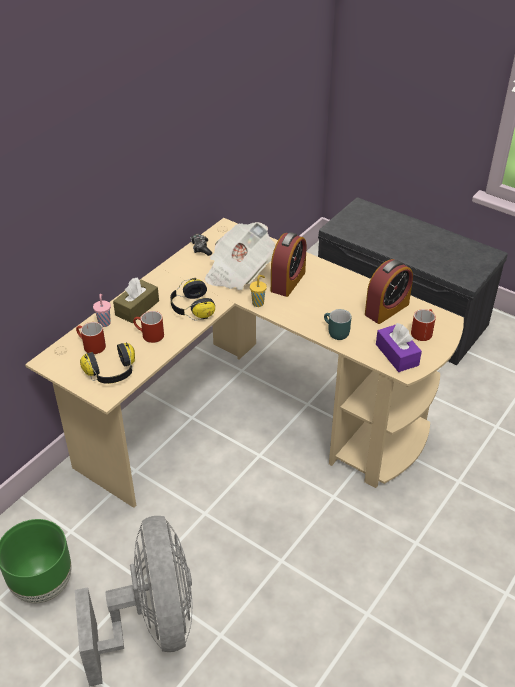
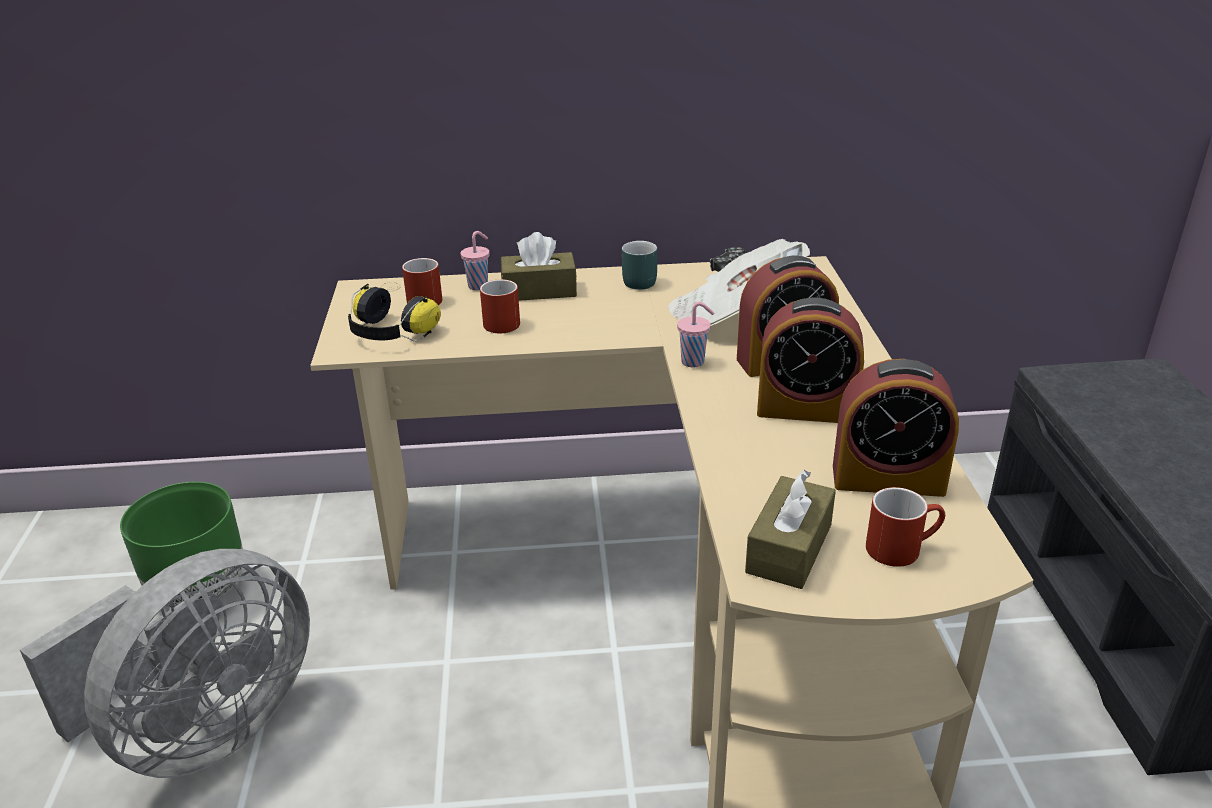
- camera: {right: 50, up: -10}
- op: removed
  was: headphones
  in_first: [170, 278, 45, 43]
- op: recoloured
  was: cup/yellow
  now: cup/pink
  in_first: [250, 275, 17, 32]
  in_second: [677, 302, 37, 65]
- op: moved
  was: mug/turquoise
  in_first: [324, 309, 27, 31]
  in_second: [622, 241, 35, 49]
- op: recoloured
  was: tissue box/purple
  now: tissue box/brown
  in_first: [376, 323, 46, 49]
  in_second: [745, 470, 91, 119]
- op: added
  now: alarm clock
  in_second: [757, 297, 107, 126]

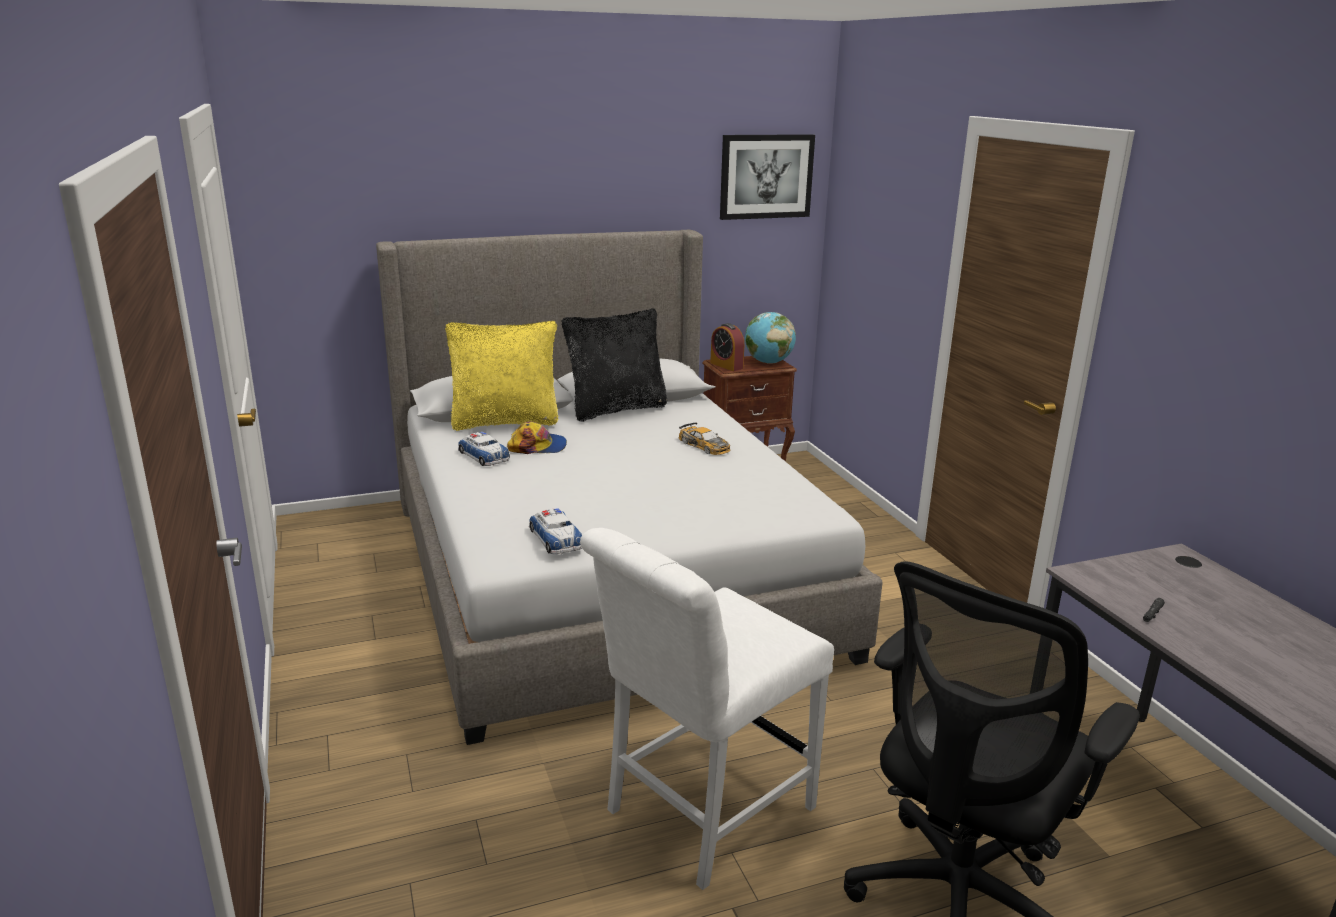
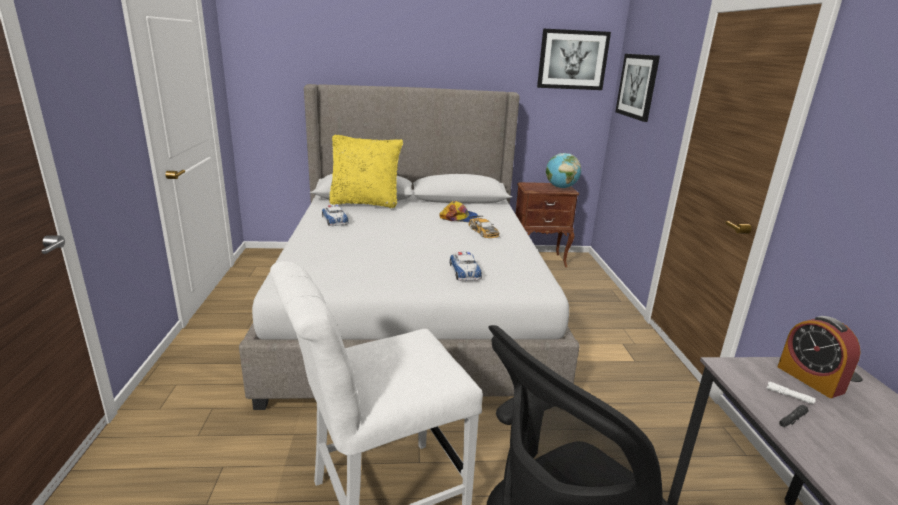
- camera: {right: 15, up: 0}
- op: moved
  was: cap
  in_first: [507, 421, 60, 33]
  in_second: [439, 201, 39, 21]
- op: moved
  was: toy car
  in_first: [529, 509, 53, 45]
  in_second: [449, 252, 33, 29]
- op: removed
  was: pillow/black
  in_first: [561, 309, 106, 113]
- op: moved
  was: alarm clock
  in_first: [710, 323, 34, 48]
  in_second: [777, 316, 84, 82]
- op: added
  now: picture
  in_second: [615, 54, 45, 68]
- op: added
  now: flashlight/white
  in_second: [766, 381, 50, 23]

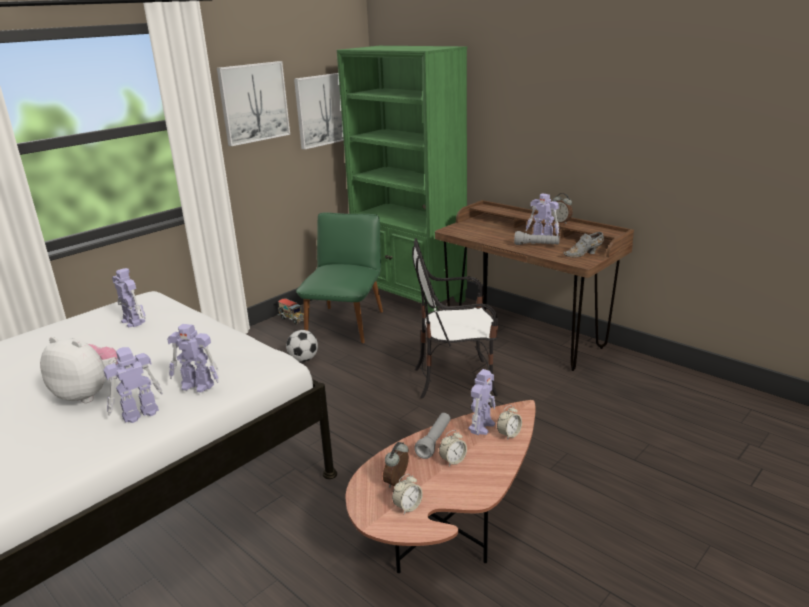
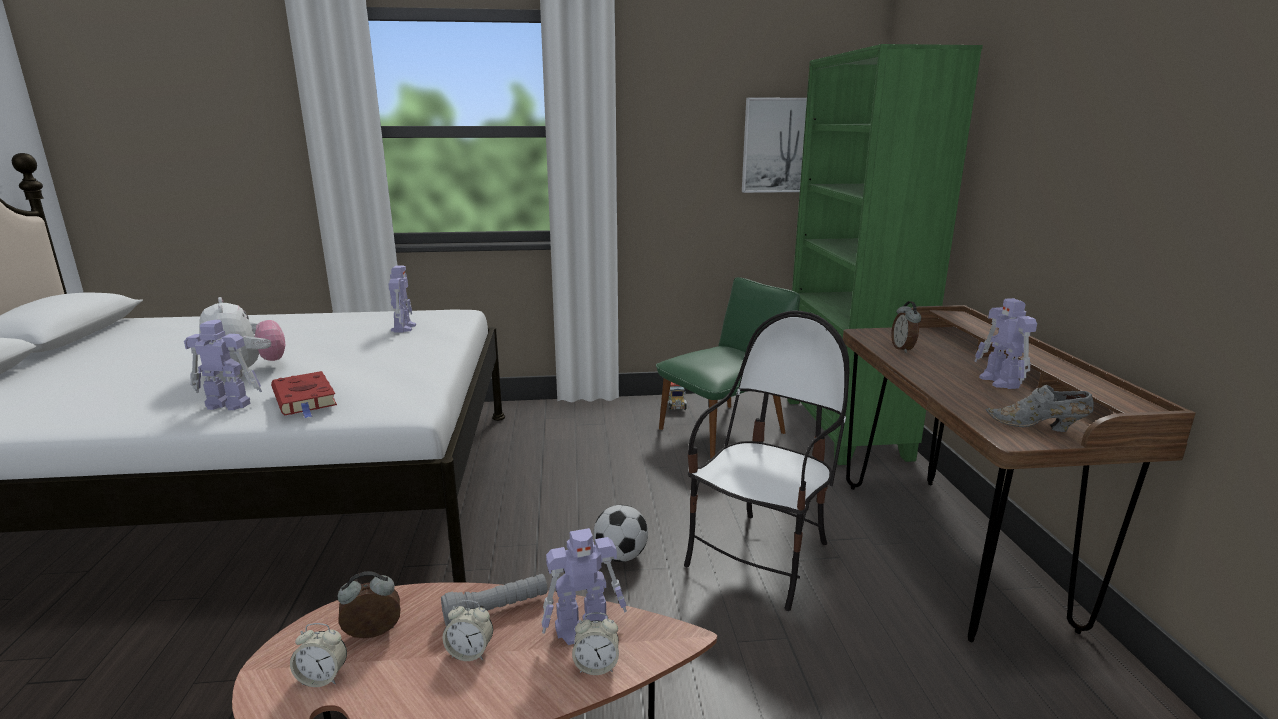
- camera: {right: 40, up: -5}
- op: replaced
  was: toy robot
  now: book/red
  in_first: [167, 324, 52, 69]
  in_second: [271, 371, 66, 47]
- op: removed
  was: picture
  in_first: [217, 61, 73, 85]
- op: moved
  was: football
  in_first: [286, 330, 32, 32]
  in_second: [594, 505, 54, 57]
- op: turned
  was: chair
  in_first: [412, 238, 86, 160]
  in_second: [684, 310, 165, 301]
  clockwise: 90
- op: removed
  was: flashlight/grey
  in_first: [514, 231, 46, 14]
- op: moved
  was: alarm clock
  in_first: [552, 193, 21, 31]
  in_second: [891, 301, 30, 52]

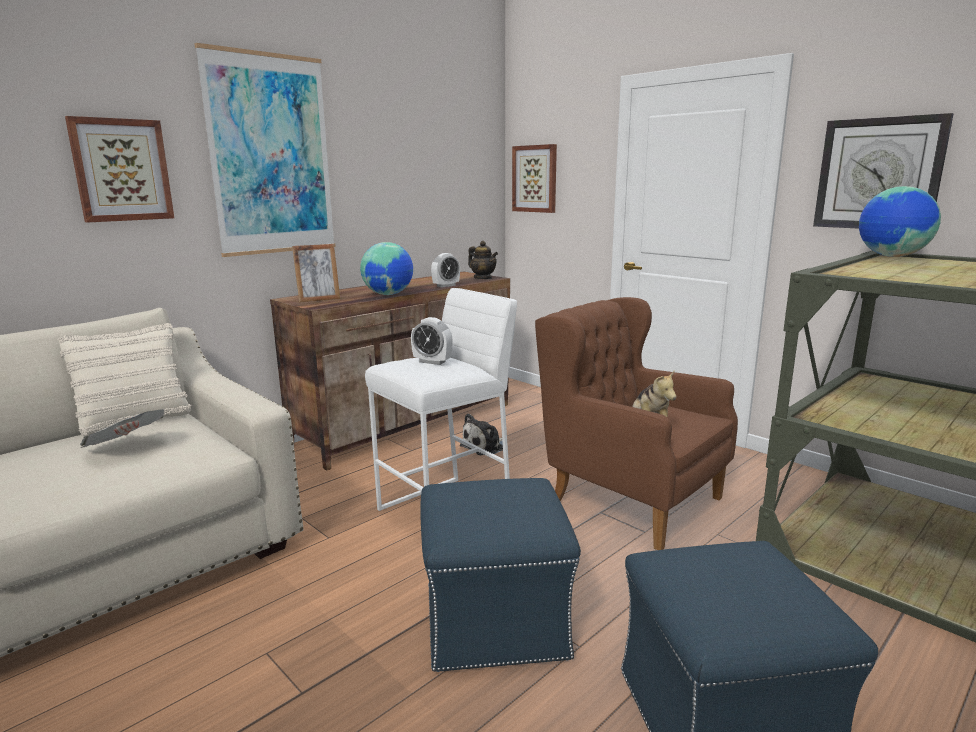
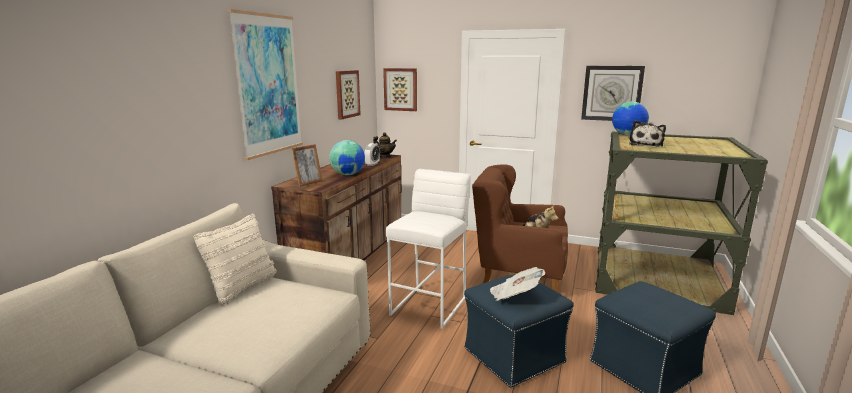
- camera: {right: -25, up: 0}
- op: moved
  was: picture
  in_first: [65, 116, 109, 107]
  in_second: [336, 70, 25, 50]
- op: moved
  was: newspaper
  in_first: [80, 409, 85, 39]
  in_second: [490, 267, 55, 34]
- op: removed
  was: alarm clock
  in_first: [411, 317, 42, 48]
- op: moved
  was: plush toy
  in_first: [460, 413, 43, 42]
  in_second: [629, 120, 37, 27]

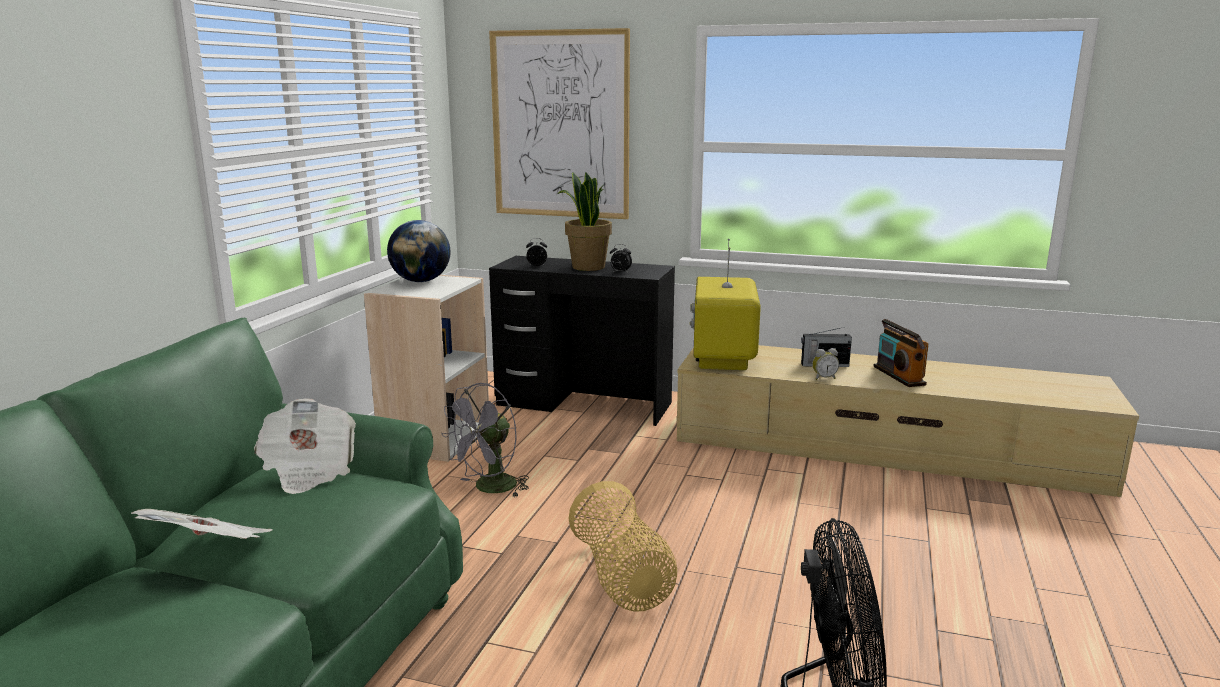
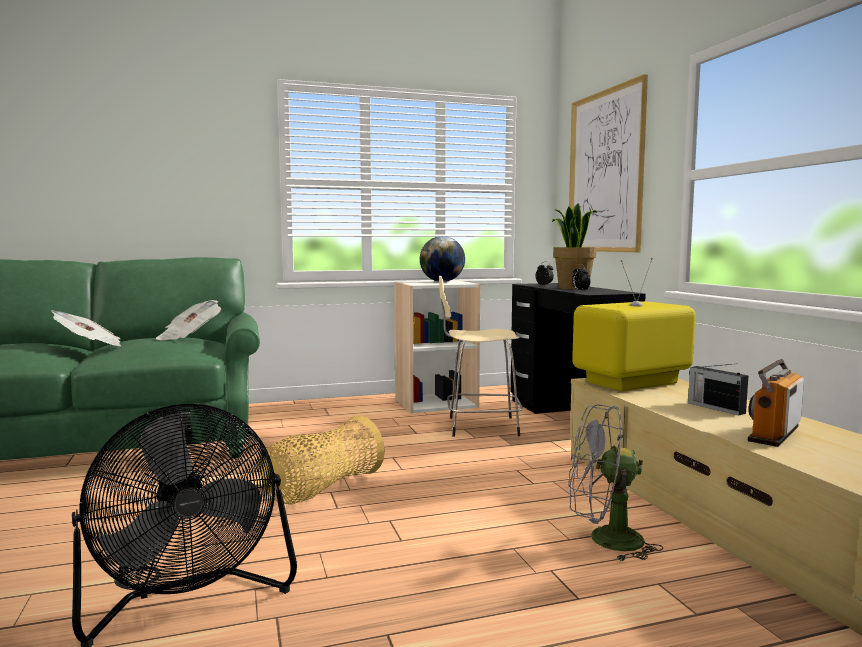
- camera: {right: 55, up: -10}
- op: moved
  was: fan/grey
  in_first: [441, 383, 88, 114]
  in_second: [568, 404, 95, 158]
- op: removed
  was: alarm clock
  in_first: [812, 348, 27, 32]
- op: added
  now: stool/beige
  in_second: [439, 276, 84, 161]

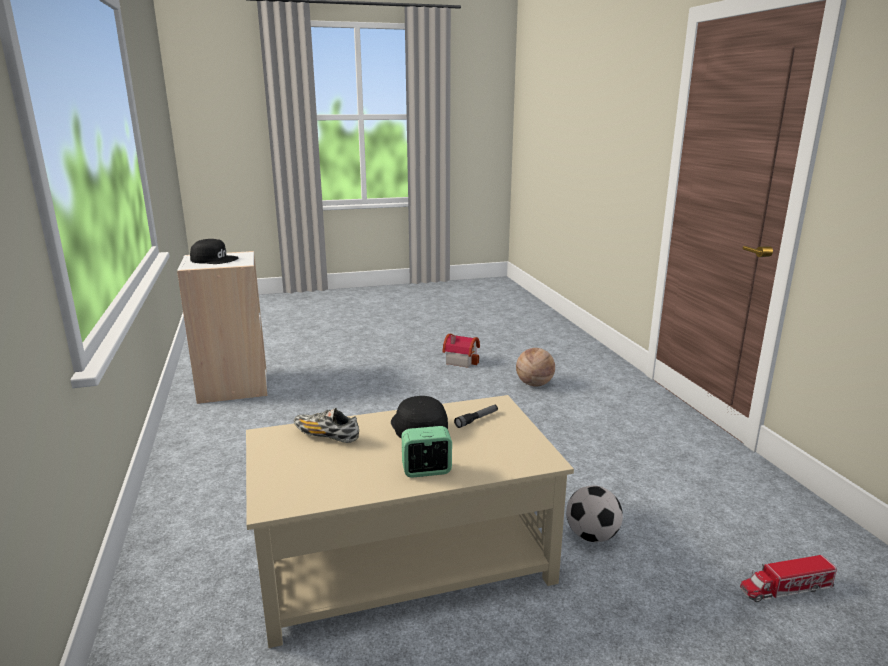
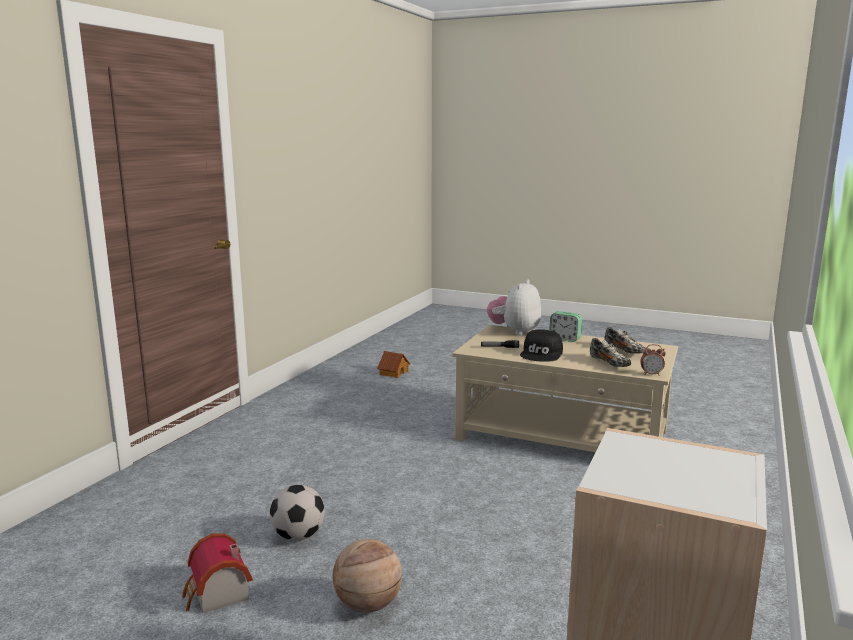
- camera: {right: -140, up: -5}
- op: removed
  was: cap/black
  in_first: [190, 239, 48, 25]
- op: moved
  was: basketball
  in_first: [516, 348, 39, 39]
  in_second: [333, 539, 69, 74]
- op: moved
  was: football
  in_first: [566, 485, 57, 57]
  in_second: [270, 485, 55, 56]
- op: replaced
  was: toy truck
  now: toy house
  in_first: [740, 555, 97, 47]
  in_second: [377, 351, 33, 27]
- op: added
  now: plush toy
  in_second: [487, 279, 54, 56]
- op: added
  now: shoe
  in_second: [604, 327, 41, 27]
- op: added
  now: alarm clock
  in_second: [640, 344, 26, 32]

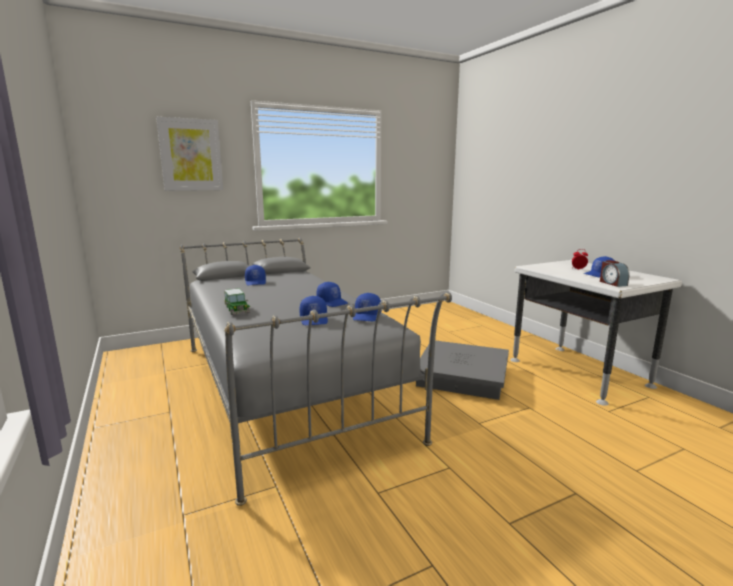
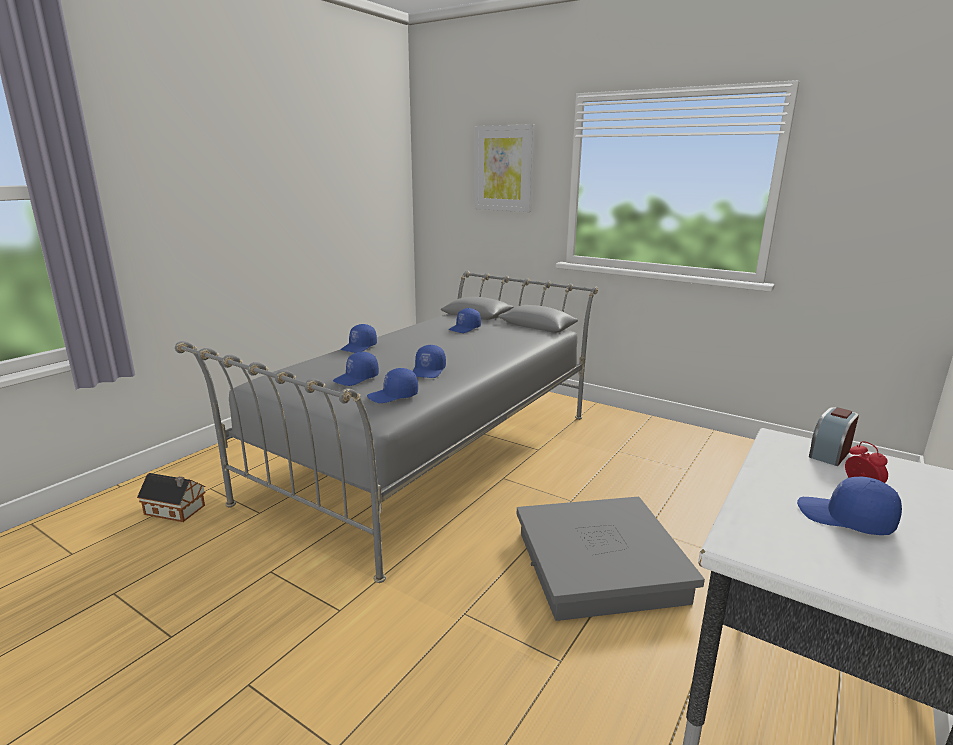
- camera: {right: 60, up: 5}
- op: replaced
  was: toy car
  now: cap/blue
  in_first: [224, 288, 26, 27]
  in_second: [341, 324, 36, 29]
- op: moved
  was: alarm clock
  in_first: [600, 260, 30, 27]
  in_second: [809, 407, 50, 59]
- op: added
  now: toy house
  in_second: [137, 473, 69, 49]

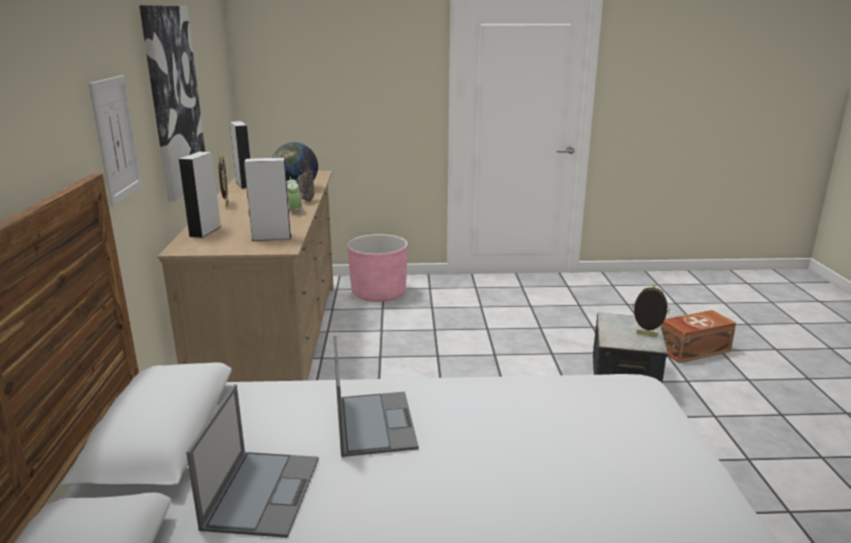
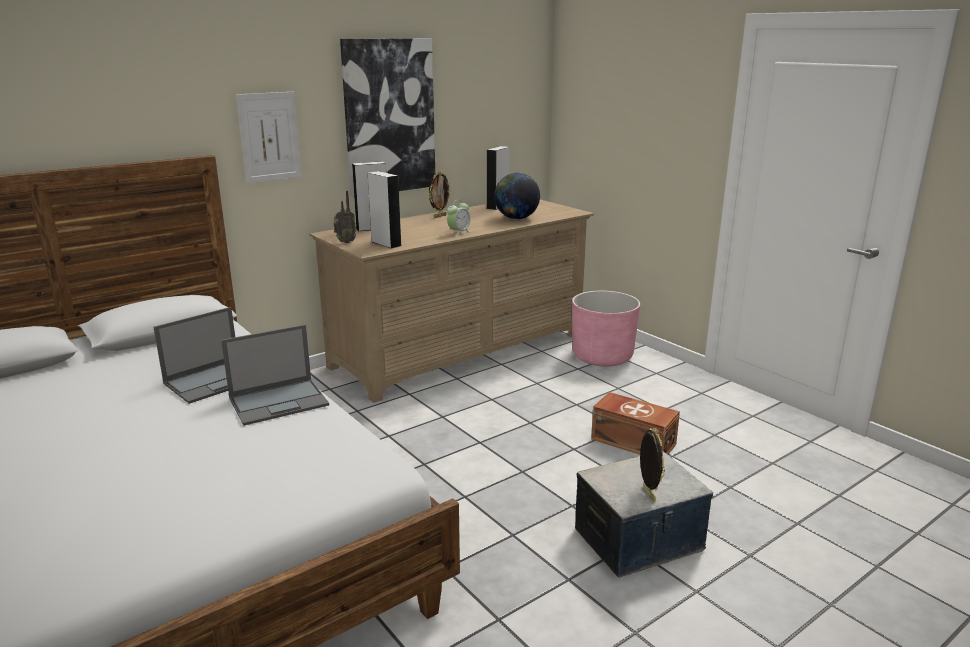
- camera: {right: 55, up: 0}
- op: moved
  was: laptop
  in_first: [186, 384, 133, 154]
  in_second: [221, 325, 108, 101]
- op: moved
  was: radio
  in_first: [298, 151, 16, 51]
  in_second: [333, 191, 23, 52]
- op: moved
  was: storage box/brown
  in_first: [661, 310, 75, 53]
  in_second: [591, 392, 89, 63]

